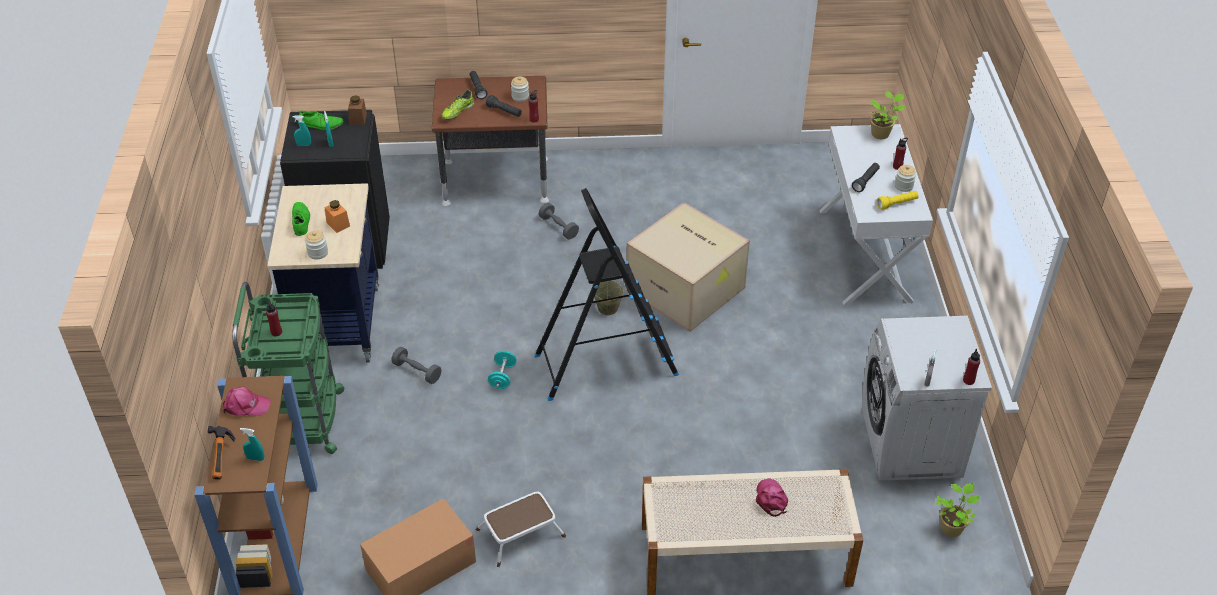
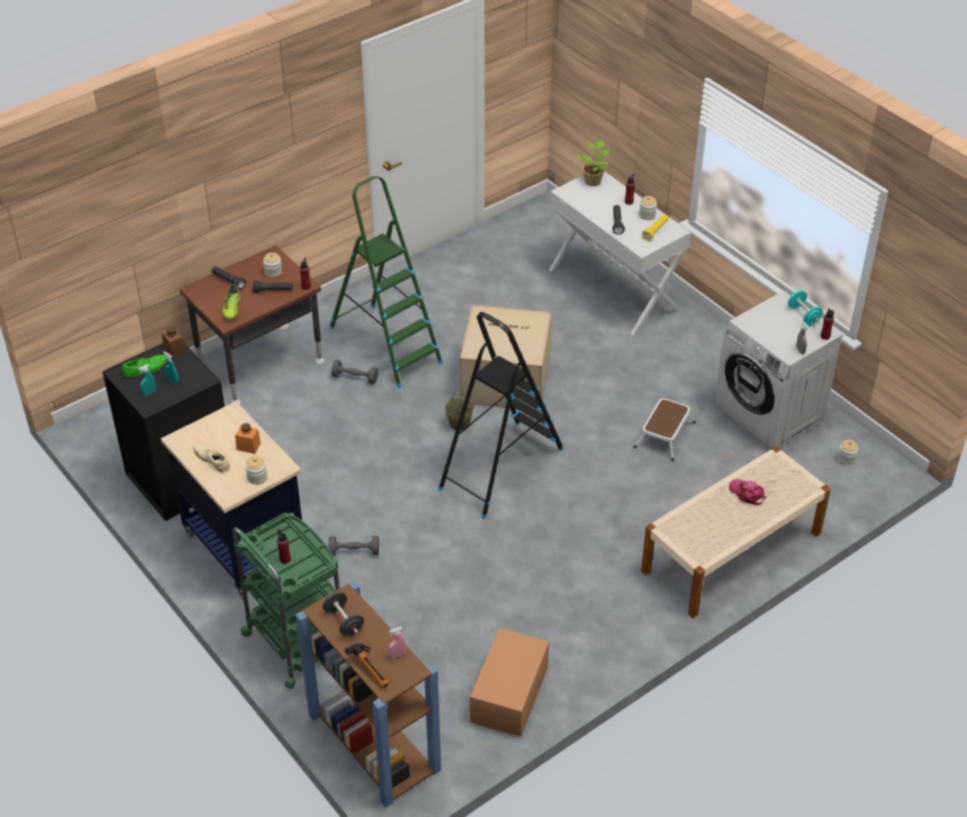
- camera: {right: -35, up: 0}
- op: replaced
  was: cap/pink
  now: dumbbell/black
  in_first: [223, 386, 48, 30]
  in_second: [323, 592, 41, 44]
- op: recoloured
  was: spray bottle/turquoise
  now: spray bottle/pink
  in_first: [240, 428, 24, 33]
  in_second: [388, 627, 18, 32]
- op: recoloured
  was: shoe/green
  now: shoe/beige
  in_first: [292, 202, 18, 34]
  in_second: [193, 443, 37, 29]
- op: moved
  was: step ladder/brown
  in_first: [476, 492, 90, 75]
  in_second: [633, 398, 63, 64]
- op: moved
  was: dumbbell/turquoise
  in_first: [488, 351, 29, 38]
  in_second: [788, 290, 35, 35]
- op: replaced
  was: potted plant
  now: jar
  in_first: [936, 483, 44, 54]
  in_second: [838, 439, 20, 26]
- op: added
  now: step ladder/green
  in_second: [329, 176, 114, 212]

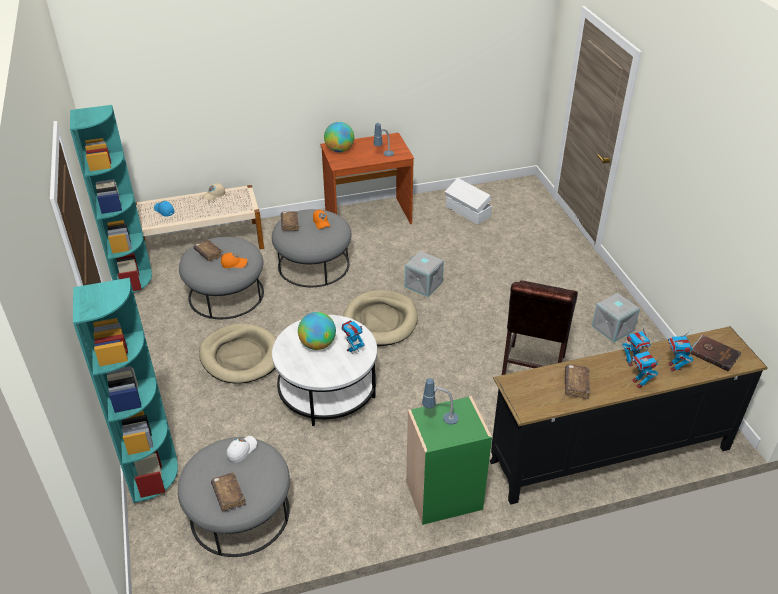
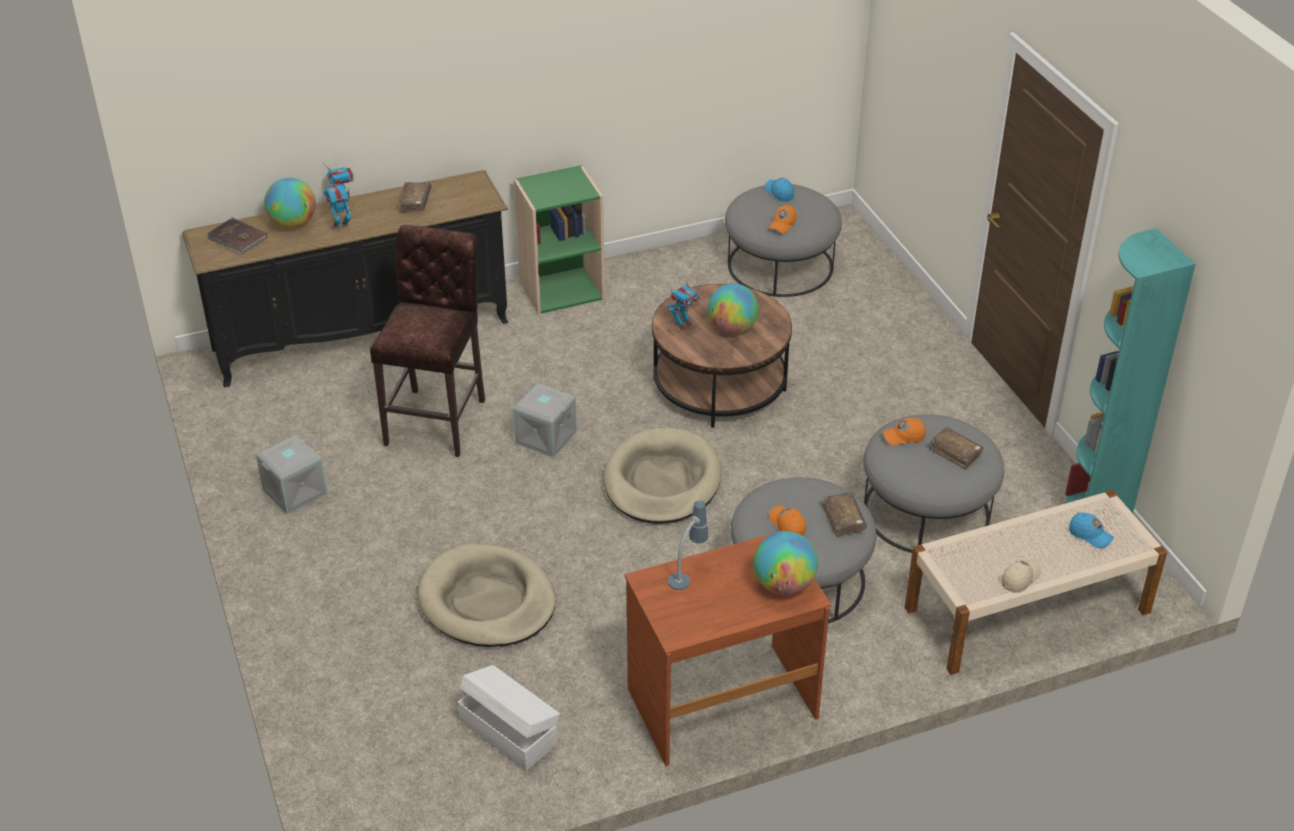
- camera: {right: 175, up: 0}
- op: removed
  was: bookcase/turquoise
  in_first: [73, 278, 105, 225]
- op: moved
  was: dog bed/beige
  in_first: [199, 323, 77, 61]
  in_second: [418, 544, 138, 103]
- op: replaced
  was: book/brown
  now: cap/blue
  in_first: [211, 472, 35, 39]
  in_second: [765, 178, 29, 24]
- op: recoloured
  was: cap/white
  now: cap/orange
  in_first: [227, 436, 30, 27]
  in_second: [768, 205, 29, 28]
- op: recoloured
  was: coffee table/white
  now: coffee table/brown
  in_first: [272, 315, 105, 111]
  in_second: [652, 284, 140, 144]
- op: moved
  was: storage box/grey
  in_first: [405, 251, 39, 46]
  in_second: [513, 383, 64, 75]
- op: removed
  was: table lamp
  in_first: [422, 378, 37, 47]
- op: replaced
  was: toy robot
  now: globe
  in_first: [668, 330, 25, 41]
  in_second: [264, 178, 52, 51]

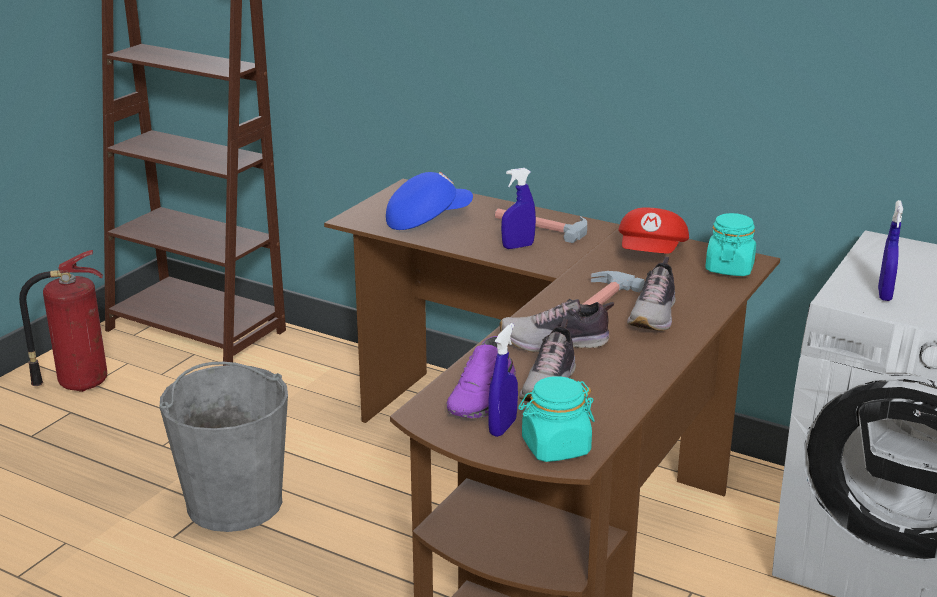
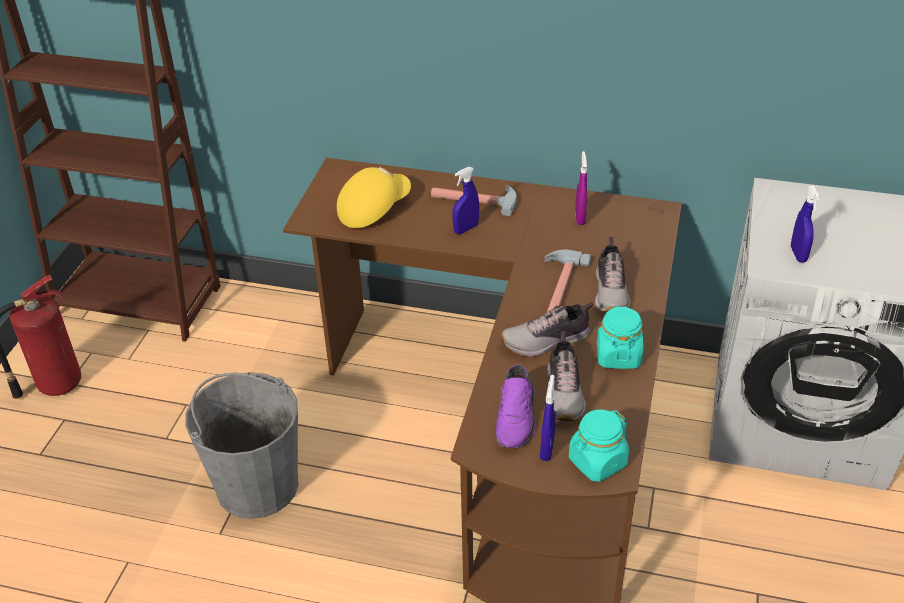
- camera: {right: -15, up: 15}
- op: recoloured
  was: cap/blue
  now: cap/yellow
  in_first: [386, 172, 87, 58]
  in_second: [337, 167, 74, 61]
- op: replaced
  was: cap/red
  now: spray bottle/purple
  in_first: [618, 207, 71, 47]
  in_second: [575, 151, 12, 74]
- op: moved
  was: jar/turquoise
  in_first: [705, 213, 51, 63]
  in_second: [597, 306, 46, 63]

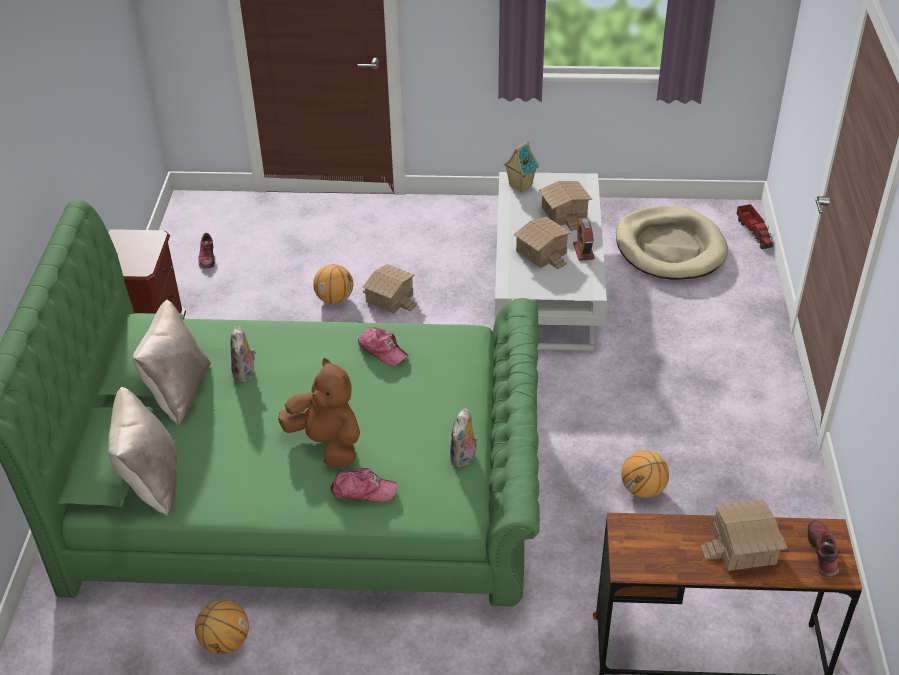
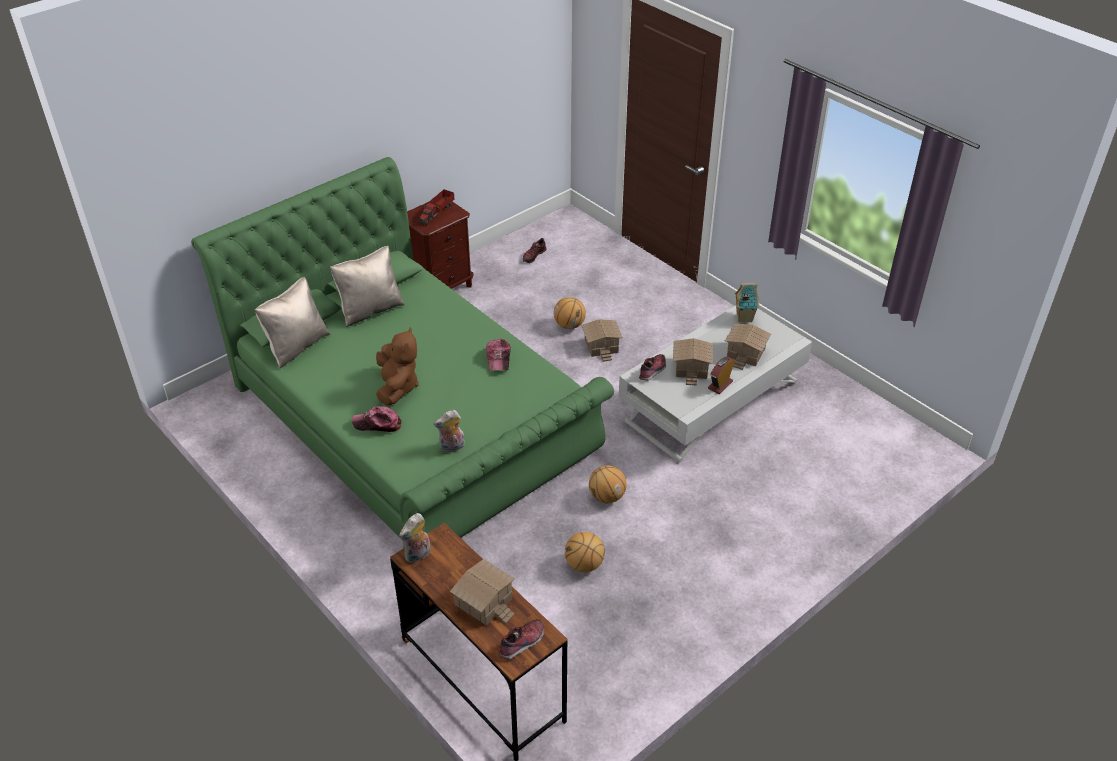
- camera: {right: 45, up: 0}
- op: moved
  was: basketball
  in_first: [195, 600, 54, 54]
  in_second: [589, 465, 38, 38]
- op: moved
  was: plush toy
  in_first: [230, 326, 26, 57]
  in_second: [399, 513, 32, 50]
- op: turned
  was: cap
  in_first: [330, 468, 67, 34]
  in_second: [352, 406, 50, 26]
  clockwise: 135
- op: removed
  was: dog bed/beige
  in_first: [616, 206, 112, 74]
- op: moved
  was: toy truck
  in_first: [737, 204, 36, 45]
  in_second: [418, 189, 36, 36]
- op: added
  now: shoe
  in_second: [639, 354, 27, 27]

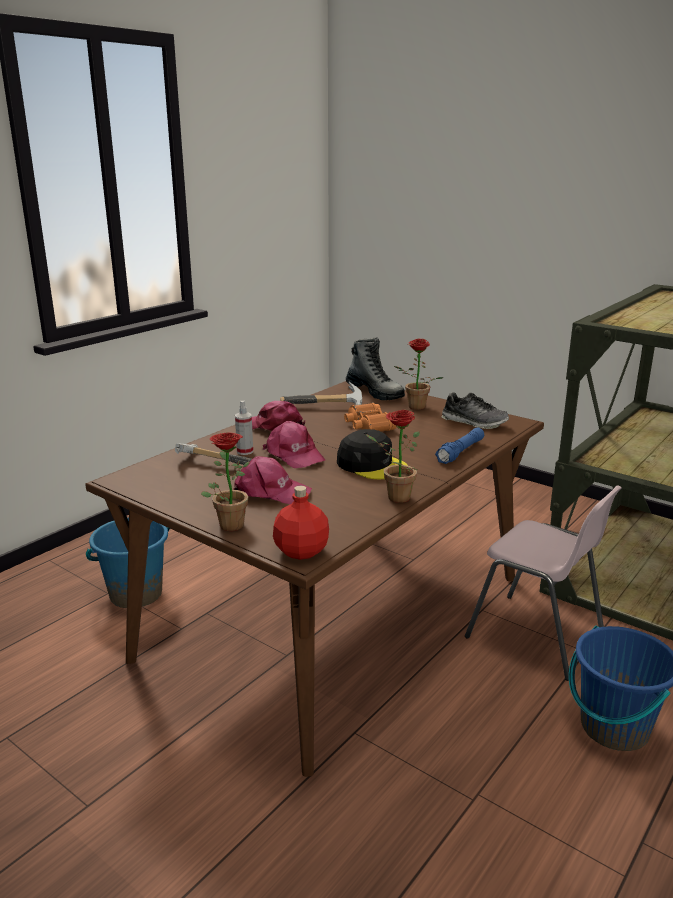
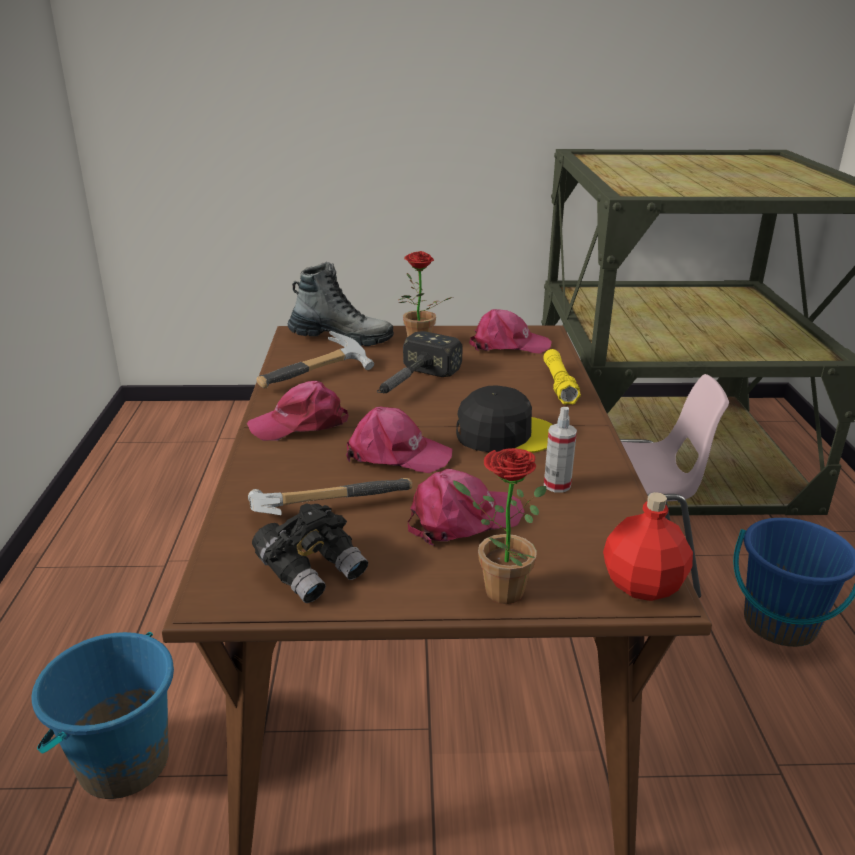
- camera: {right: -40, up: 5}
- op: moved
  was: spray bottle
  in_first: [235, 401, 18, 54]
  in_second: [544, 407, 33, 86]
- op: replaced
  was: binoculars/orange
  now: hammer
  in_first: [344, 402, 53, 29]
  in_second: [377, 331, 86, 62]
- op: removed
  was: potted plant
  in_first: [366, 410, 54, 93]
- op: recoloured
  was: flashlight/blue
  now: flashlight/yellow
  in_first: [435, 428, 49, 36]
  in_second: [543, 349, 38, 56]
- op: replaced
  was: shoe
  now: cap/pink
  in_first: [441, 392, 68, 37]
  in_second: [469, 309, 83, 45]
- op: added
  now: binoculars/black
  in_second: [252, 503, 116, 100]

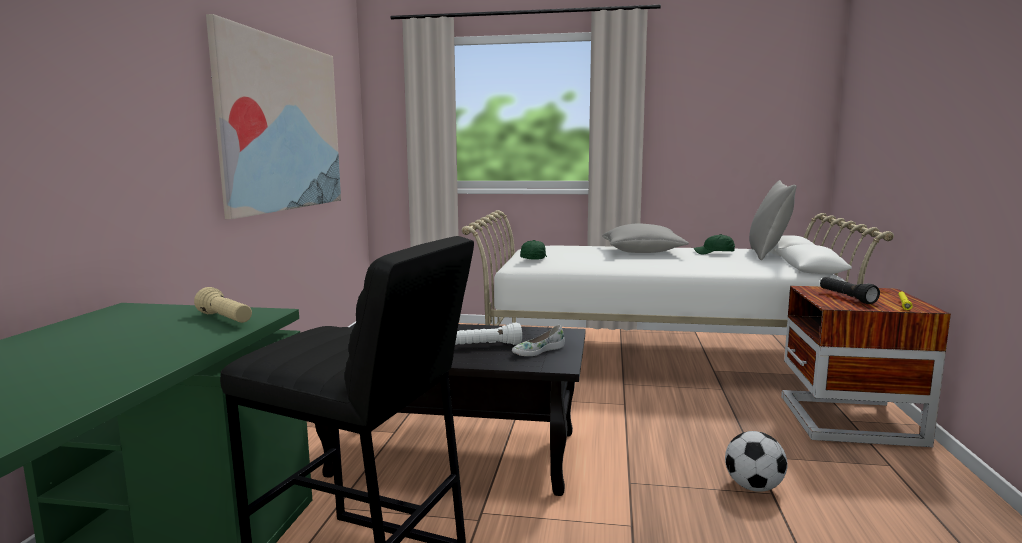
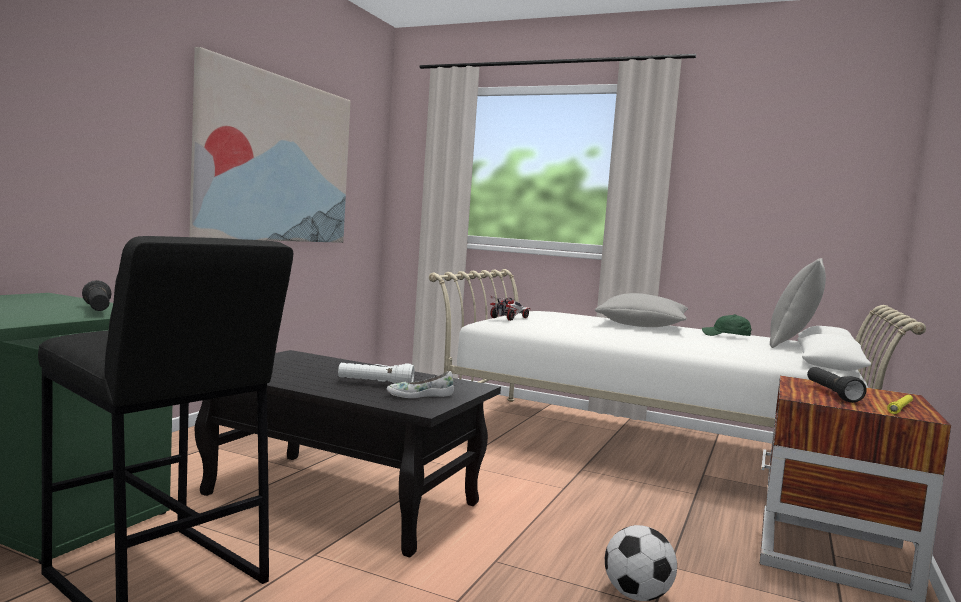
- camera: {right: 15, up: -5}
- op: recoloured
  was: flashlight/beige
  now: flashlight/black
  in_first: [194, 287, 58, 36]
  in_second: [82, 280, 30, 31]
- op: replaced
  was: cap/green
  now: toy car
  in_first: [520, 240, 27, 20]
  in_second: [490, 296, 40, 25]

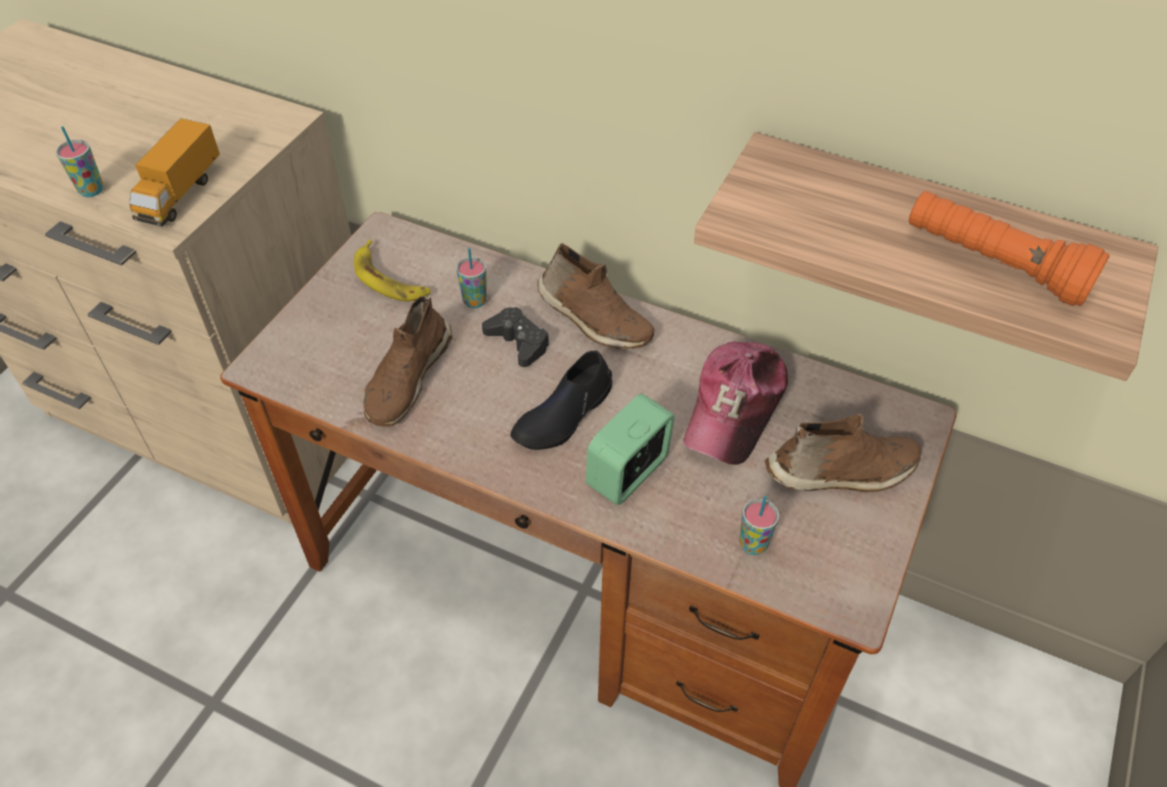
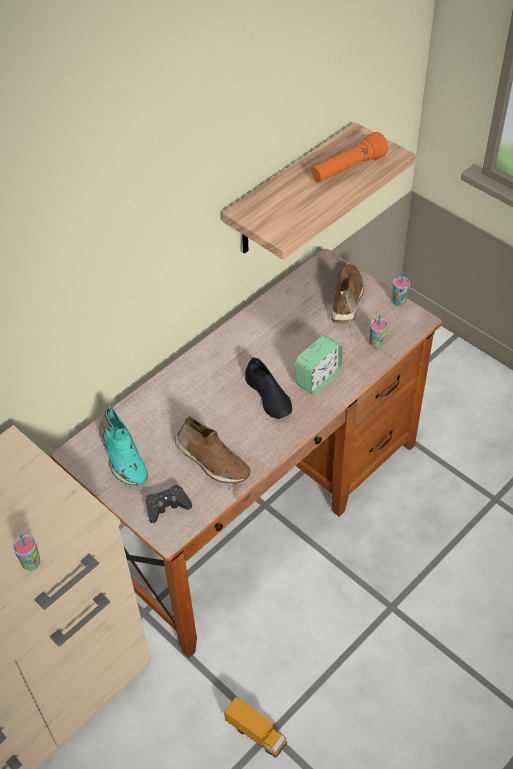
- camera: {right: -70, up: 0}
- op: moved
  was: toy truck
  in_first: [130, 118, 90, 109]
  in_second: [224, 697, 63, 61]
- op: replaced
  was: banana
  now: shoe/turquoise
  in_first: [354, 240, 77, 61]
  in_second: [99, 406, 49, 80]
- op: moved
  was: cup
  in_first: [456, 248, 31, 60]
  in_second: [392, 272, 18, 34]
- op: moved
  was: game controller/black
  in_first: [482, 307, 68, 60]
  in_second: [146, 484, 46, 39]
- op: removed
  was: shoe/brown
  in_first: [537, 243, 118, 106]
- op: turned
  was: alarm clock
  in_first: [586, 393, 89, 112]
  in_second: [295, 335, 47, 60]
  clockwise: -105
- op: removed
  was: cap
  in_first: [683, 341, 105, 124]

